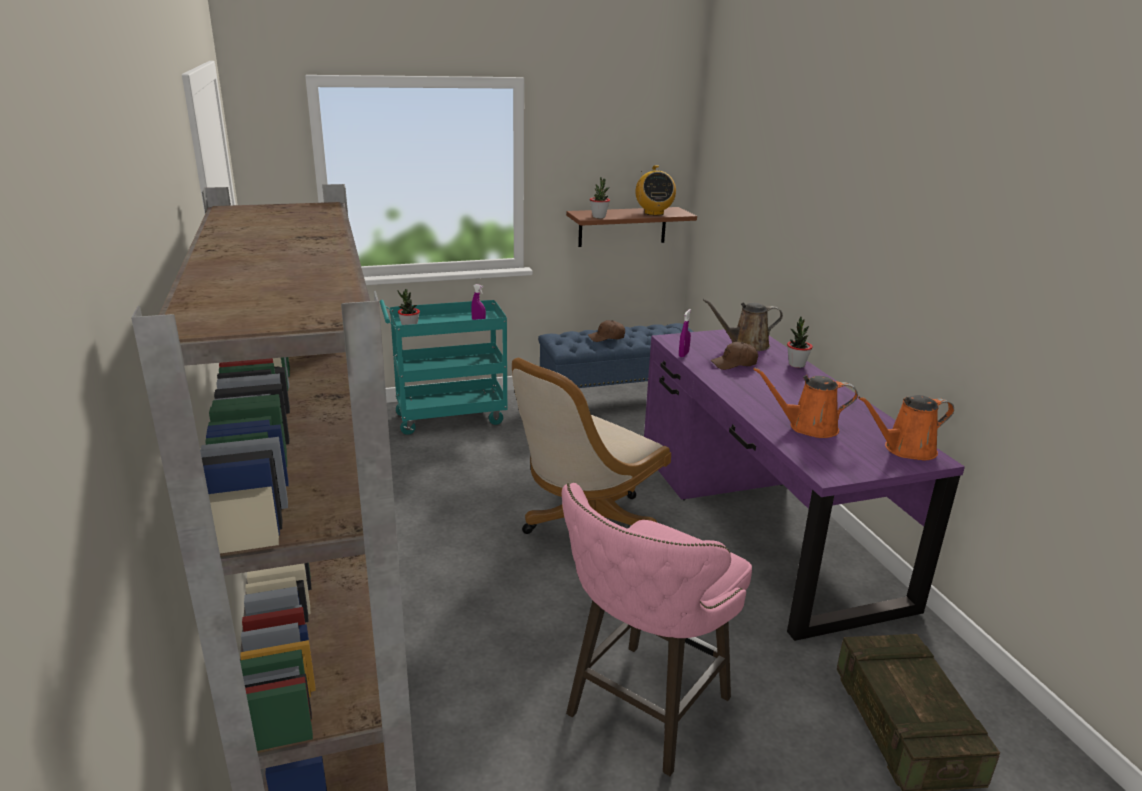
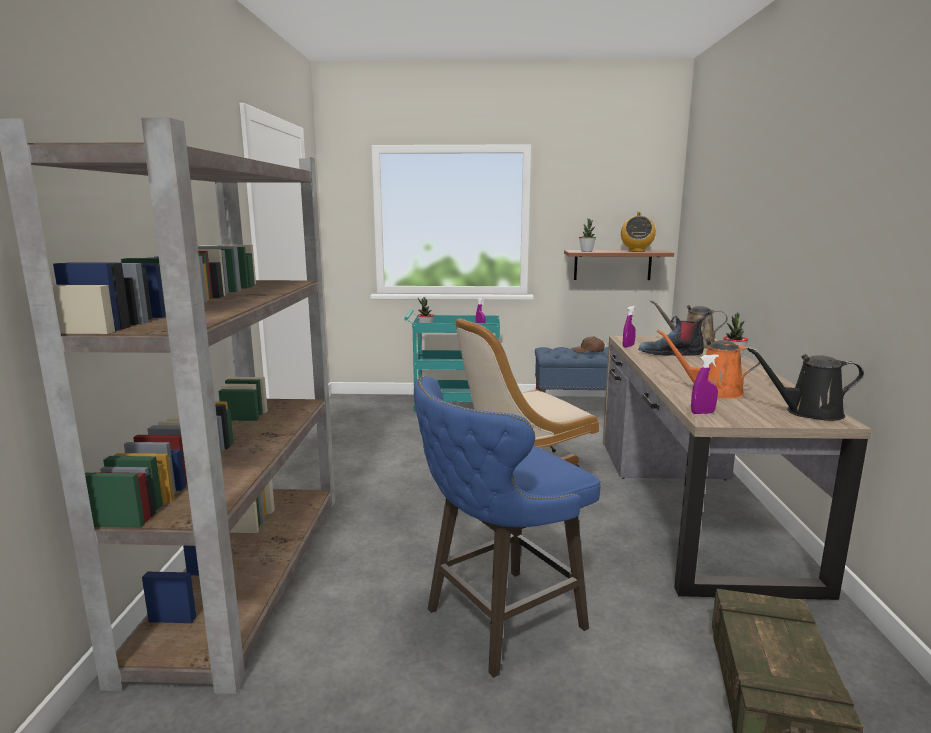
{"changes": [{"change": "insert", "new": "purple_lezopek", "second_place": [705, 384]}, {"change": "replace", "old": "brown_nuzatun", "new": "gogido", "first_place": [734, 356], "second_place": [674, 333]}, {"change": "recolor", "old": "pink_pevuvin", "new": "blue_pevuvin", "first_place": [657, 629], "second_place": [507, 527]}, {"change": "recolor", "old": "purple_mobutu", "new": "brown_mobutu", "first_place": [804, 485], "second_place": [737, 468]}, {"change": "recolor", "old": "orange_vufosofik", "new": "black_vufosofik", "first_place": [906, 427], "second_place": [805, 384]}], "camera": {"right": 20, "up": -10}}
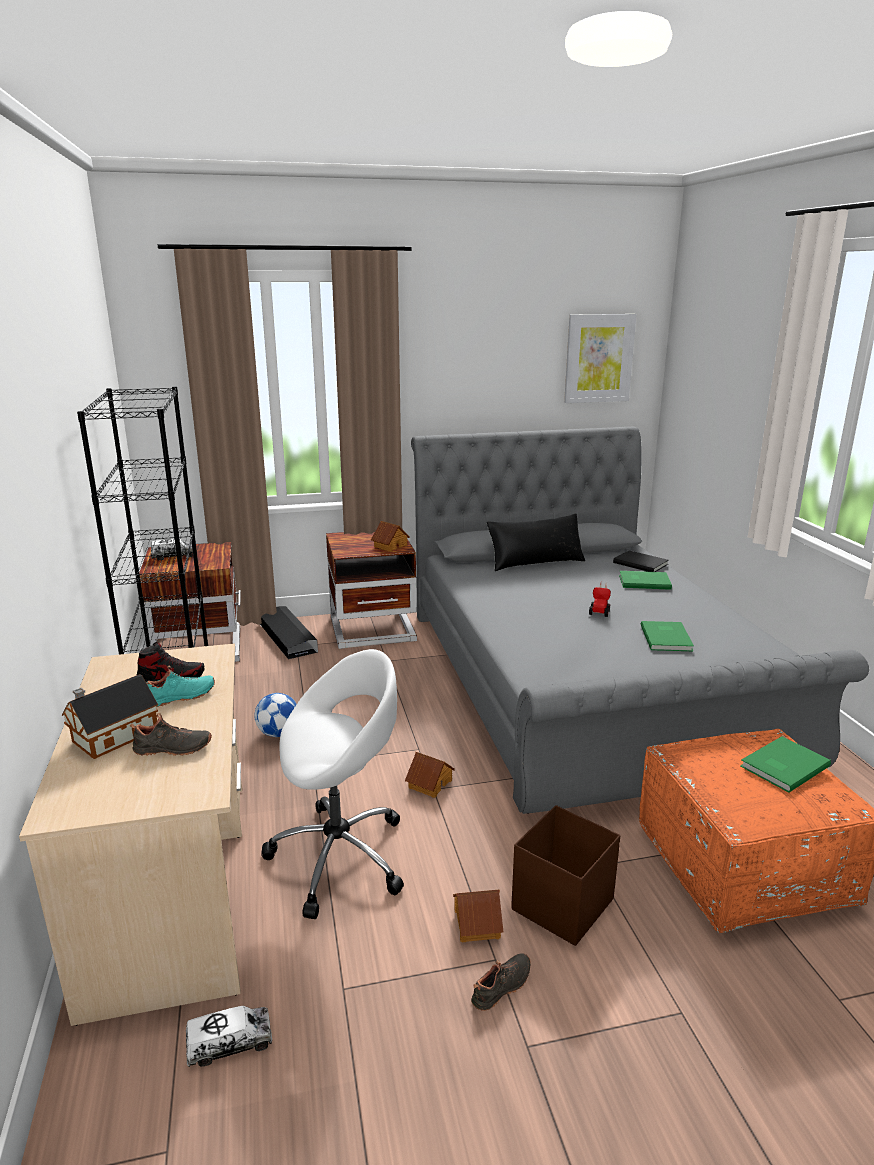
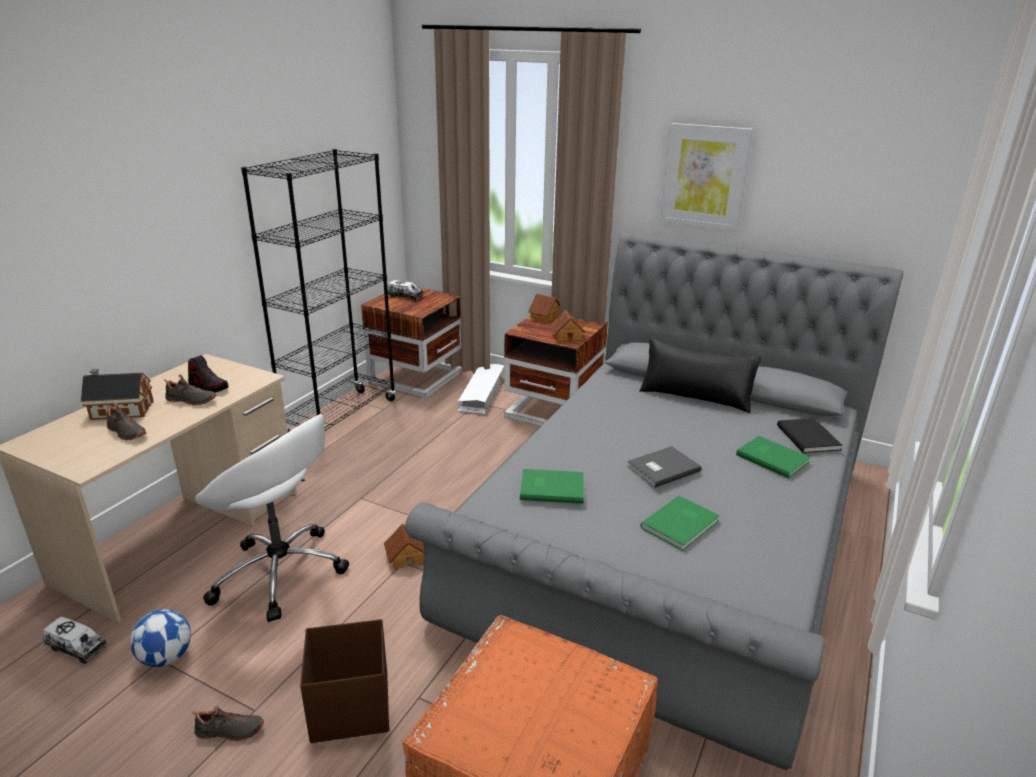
{"changes": [{"change": "move", "old": "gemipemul", "first_place": [276, 715], "second_place": [160, 638]}, {"change": "move", "old": "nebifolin", "first_place": [478, 915], "second_place": [544, 308]}, {"change": "move", "old": "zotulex", "first_place": [600, 358], "second_place": [706, 177]}, {"change": "move", "old": "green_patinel", "first_place": [785, 764], "second_place": [552, 486]}, {"change": "replace", "old": "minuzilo", "new": "grey_patinel", "first_place": [600, 600], "second_place": [664, 467]}, {"change": "recolor", "old": "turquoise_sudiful", "new": "black_sudiful", "first_place": [180, 686], "second_place": [190, 389]}, {"change": "recolor", "old": "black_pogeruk", "new": "white_pogeruk", "first_place": [289, 632], "second_place": [481, 389]}], "camera": {"right": 40, "up": 5}}
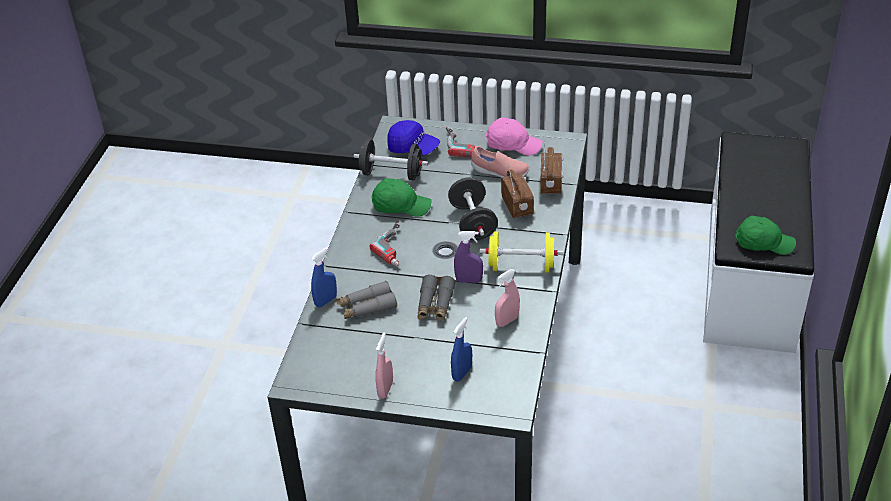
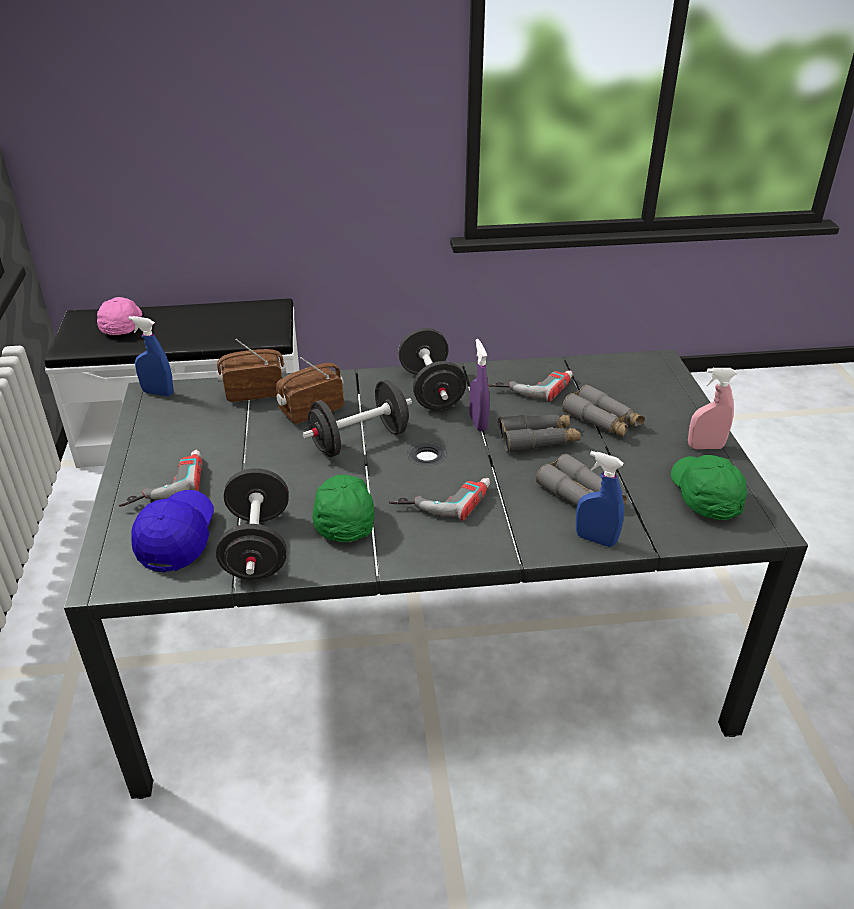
{"changes": [{"change": "delete", "old": "pink_sudiful", "first_place": [500, 162]}, {"change": "insert", "new": "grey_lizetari", "second_place": [603, 410]}, {"change": "move", "old": "blue_lezopek", "first_place": [461, 349], "second_place": [151, 356]}, {"change": "move", "old": "pink_nuzatun", "first_place": [514, 136], "second_place": [119, 316]}, {"change": "move", "old": "green_nuzatun", "first_place": [766, 235], "second_place": [709, 487]}, {"change": "replace", "old": "pink_lezopek", "new": "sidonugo", "first_place": [507, 298], "second_place": [530, 385]}, {"change": "recolor", "old": "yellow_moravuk", "new": "black_moravuk", "first_place": [521, 251], "second_place": [432, 369]}], "camera": {"right": -110, "up": -5}}
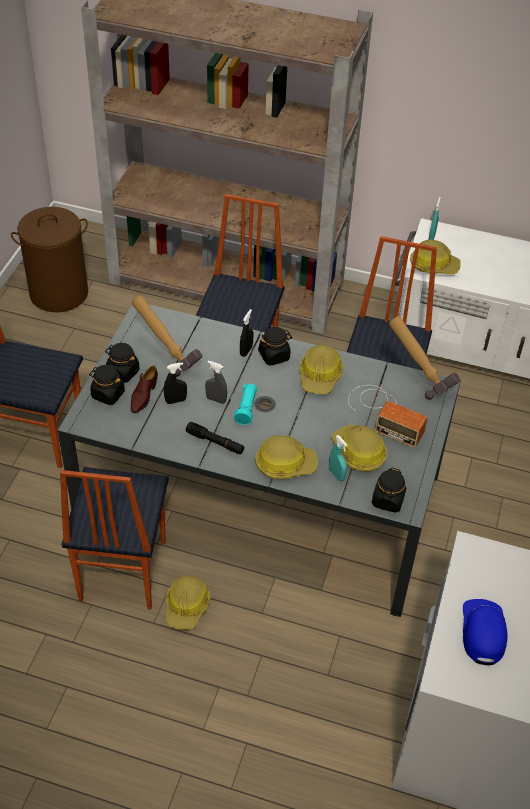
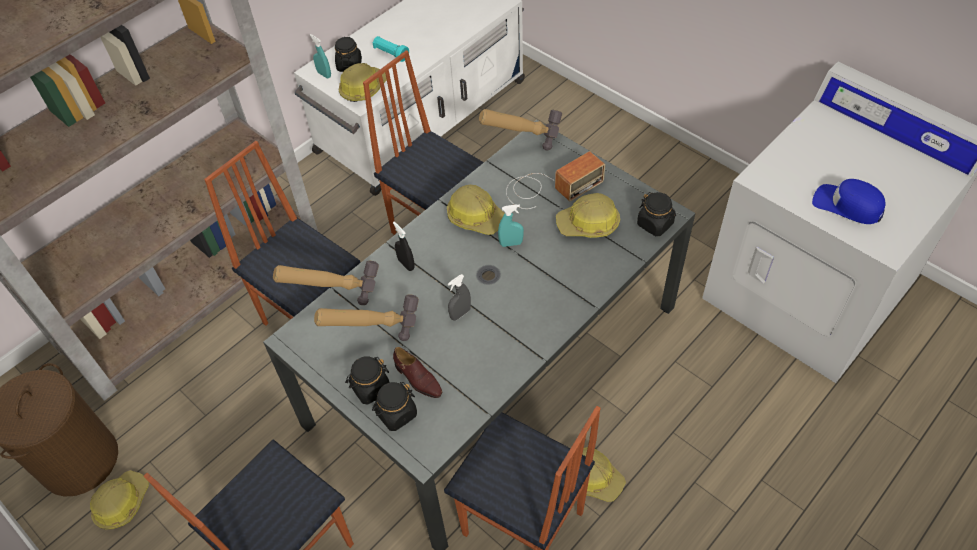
{"changes": [{"change": "delete", "old": "black_lezopek", "first_place": [175, 383]}, {"change": "delete", "old": "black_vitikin", "first_place": [215, 438]}, {"change": "insert", "new": "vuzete", "second_place": [326, 283]}, {"change": "move", "old": "turquoise_vitikin", "first_place": [245, 404], "second_place": [390, 49]}, {"change": "move", "old": "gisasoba", "first_place": [286, 457], "second_place": [119, 500]}, {"change": "move", "old": "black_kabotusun", "first_place": [275, 346], "second_place": [348, 54]}, {"change": "move", "old": "turquoise_lezopek", "first_place": [338, 458], "second_place": [511, 225]}], "camera": {"right": -60, "up": 5}}
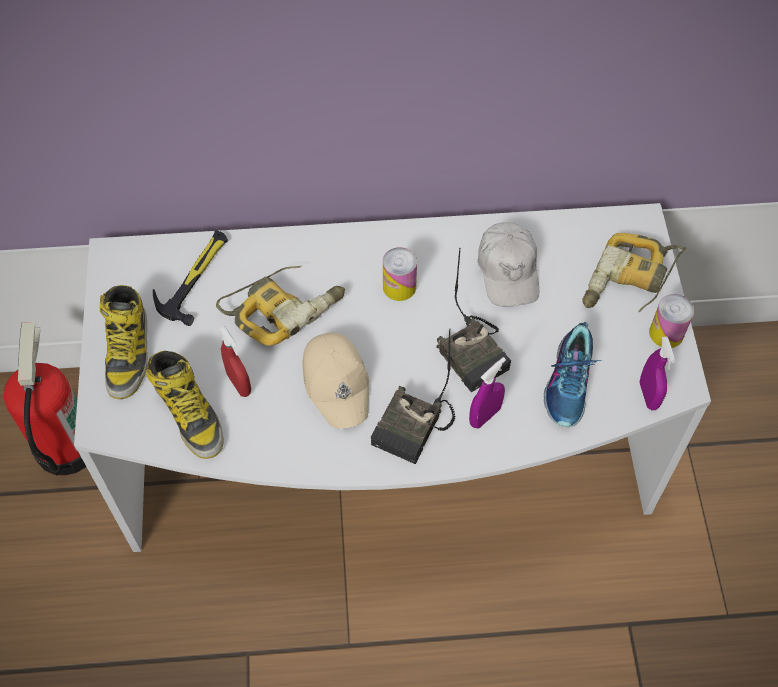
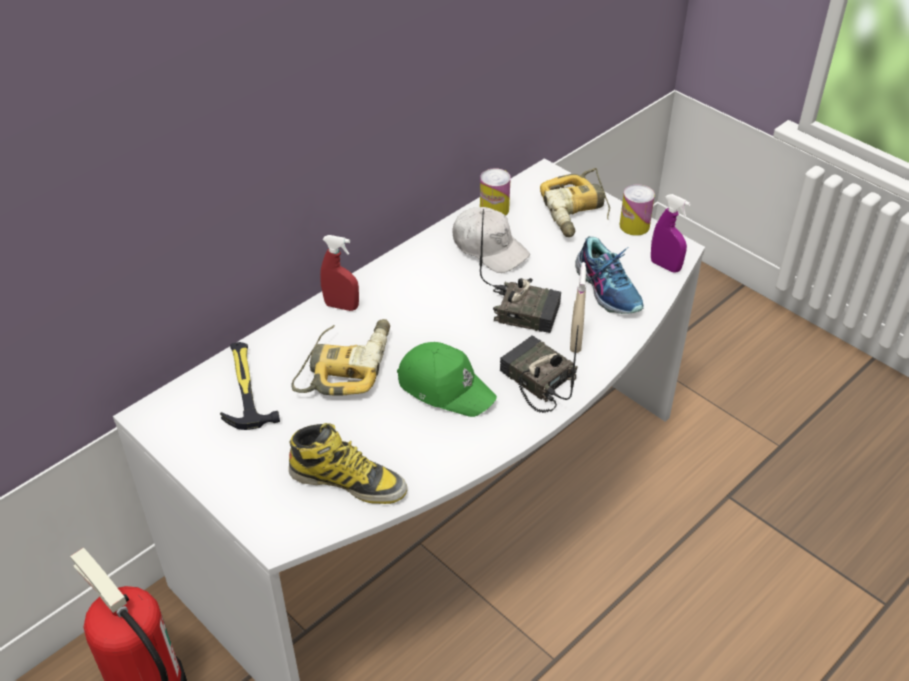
{"changes": [{"change": "delete", "old": "gogido", "first_place": [124, 342]}, {"change": "move", "old": "red_lezopek", "first_place": [235, 361], "second_place": [339, 273]}, {"change": "move", "old": "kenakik", "first_place": [400, 274], "second_place": [495, 192]}, {"change": "recolor", "old": "beige_nuzatun", "new": "green_nuzatun", "first_place": [336, 380], "second_place": [447, 379]}, {"change": "recolor", "old": "purple_lezopek", "new": "beige_lezopek", "first_place": [487, 392], "second_place": [578, 307]}, {"change": "rotate", "old": "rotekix", "first_place": [413, 396], "second_place": [539, 369], "degrees": 150}], "camera": {"right": -40, "up": -15}}
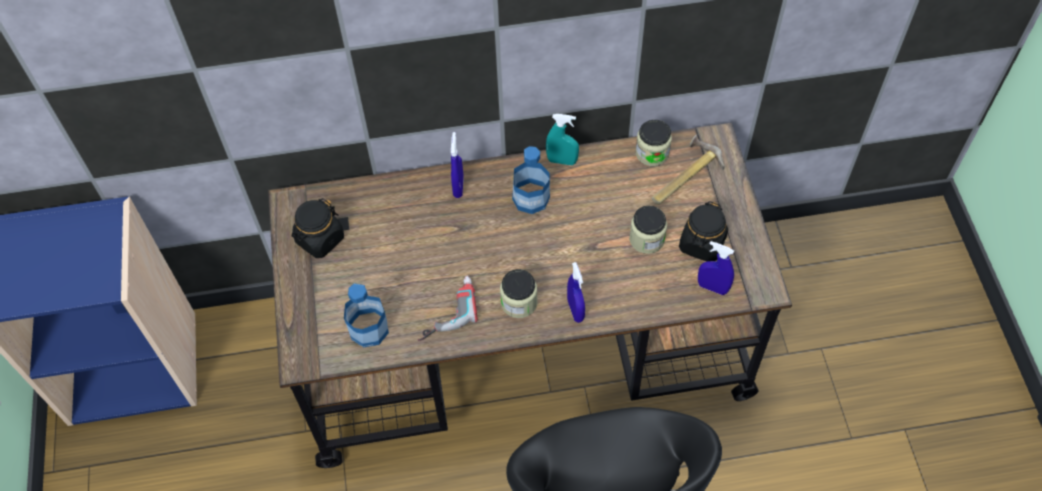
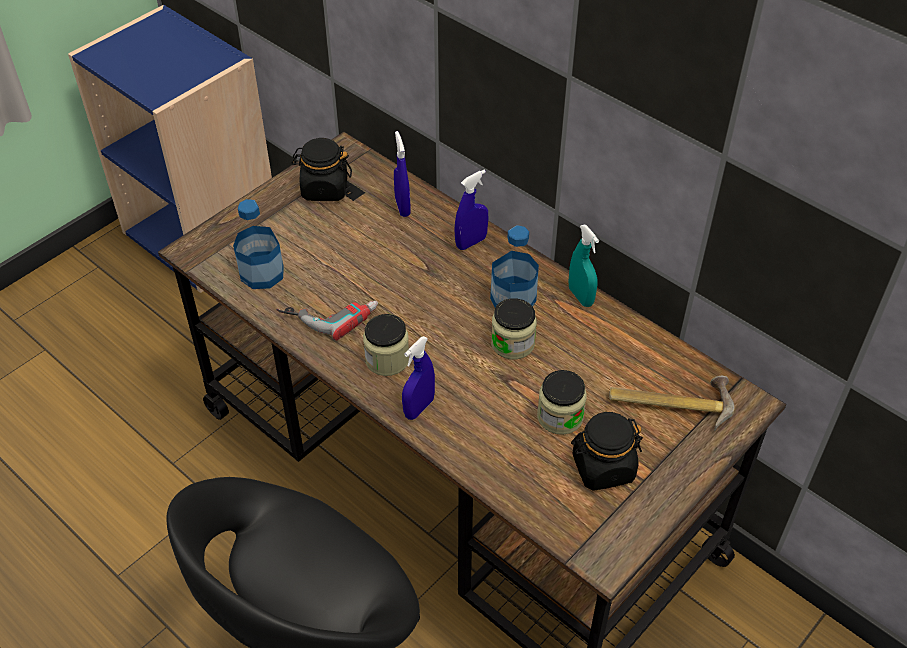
{"changes": [{"change": "move", "old": "kabotusun", "first_place": [654, 143], "second_place": [514, 328]}, {"change": "move", "old": "blue_lezopek", "first_place": [716, 268], "second_place": [402, 174]}], "camera": {"right": 50, "up": -10}}
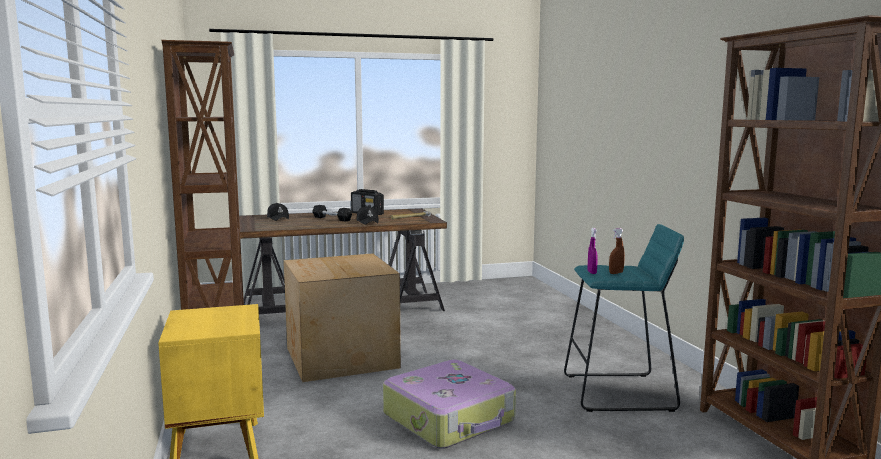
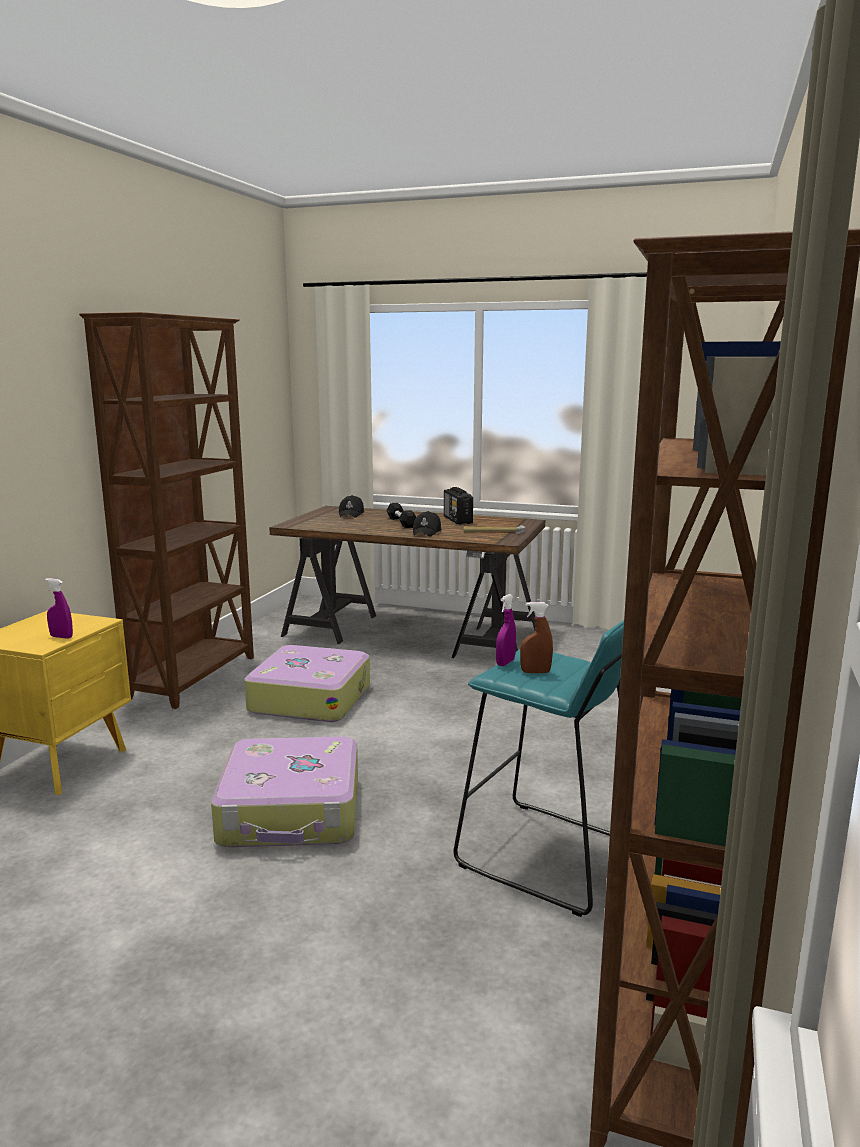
{"changes": [{"change": "insert", "new": "purple_lezopek", "second_place": [59, 608]}, {"change": "replace", "old": "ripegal", "new": "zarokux", "first_place": [342, 317], "second_place": [307, 683]}], "camera": {"right": 35, "up": 5}}
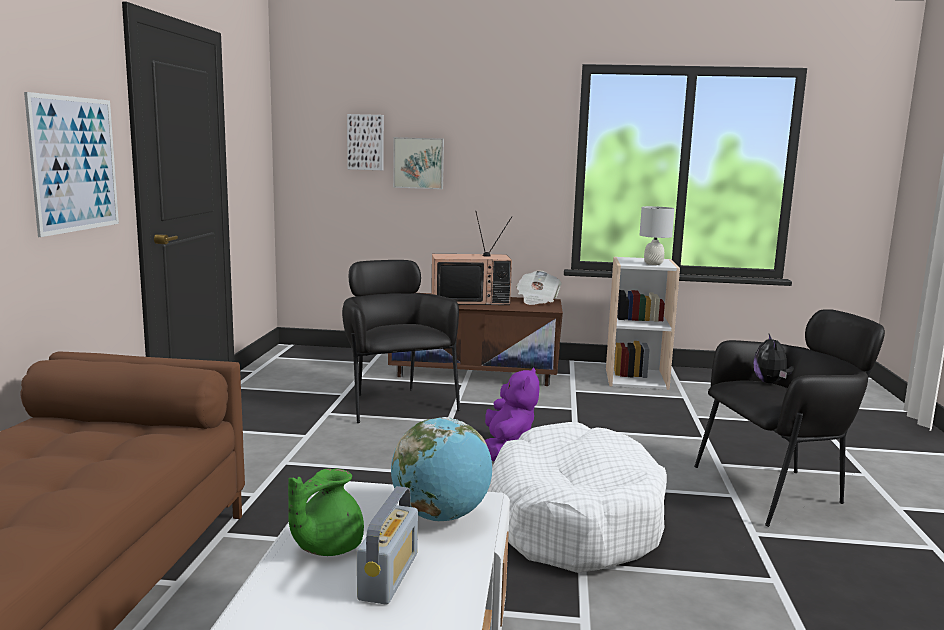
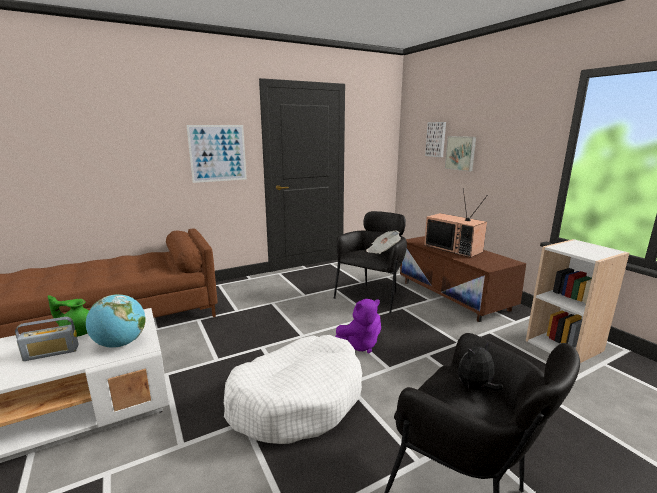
{"changes": [{"change": "delete", "old": "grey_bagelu", "first_place": [657, 235]}, {"change": "move", "old": "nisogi", "first_place": [539, 287], "second_place": [383, 242]}], "camera": {"right": 55, "up": 5}}
